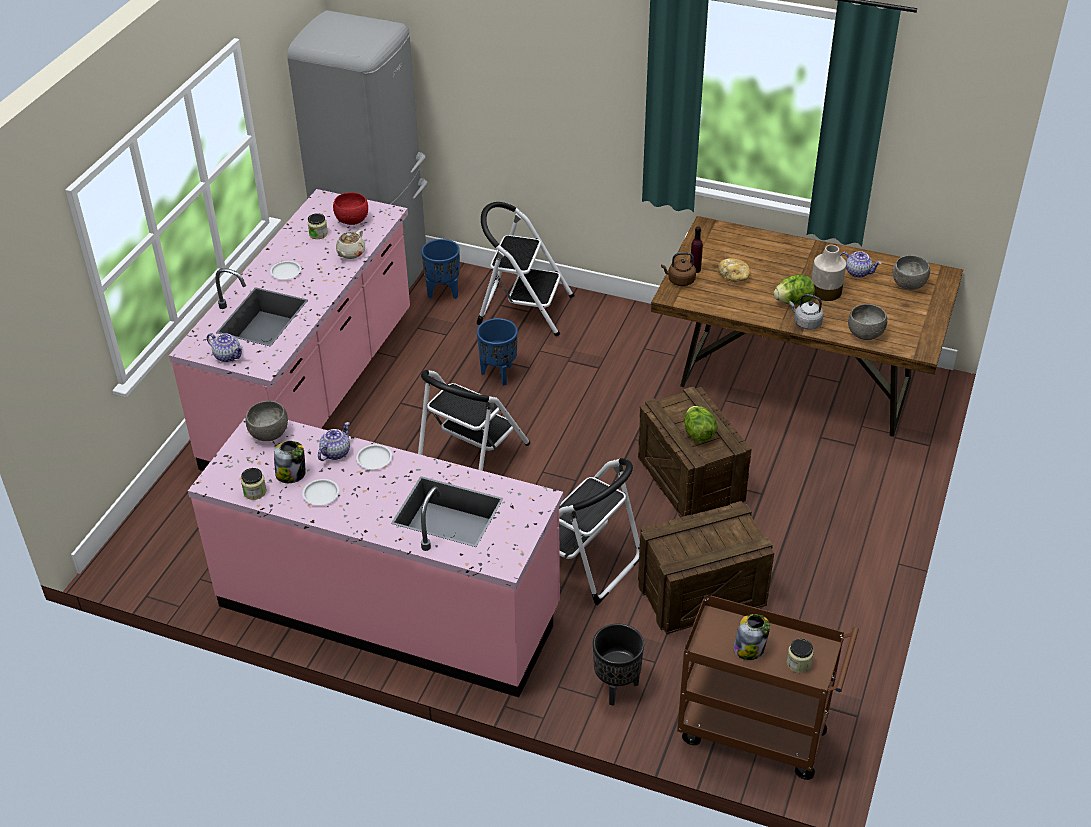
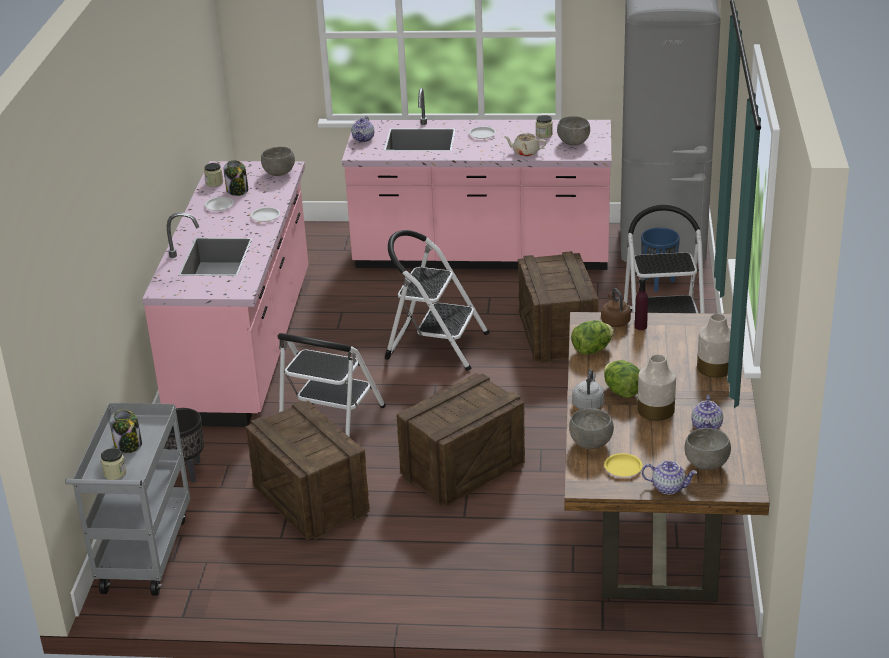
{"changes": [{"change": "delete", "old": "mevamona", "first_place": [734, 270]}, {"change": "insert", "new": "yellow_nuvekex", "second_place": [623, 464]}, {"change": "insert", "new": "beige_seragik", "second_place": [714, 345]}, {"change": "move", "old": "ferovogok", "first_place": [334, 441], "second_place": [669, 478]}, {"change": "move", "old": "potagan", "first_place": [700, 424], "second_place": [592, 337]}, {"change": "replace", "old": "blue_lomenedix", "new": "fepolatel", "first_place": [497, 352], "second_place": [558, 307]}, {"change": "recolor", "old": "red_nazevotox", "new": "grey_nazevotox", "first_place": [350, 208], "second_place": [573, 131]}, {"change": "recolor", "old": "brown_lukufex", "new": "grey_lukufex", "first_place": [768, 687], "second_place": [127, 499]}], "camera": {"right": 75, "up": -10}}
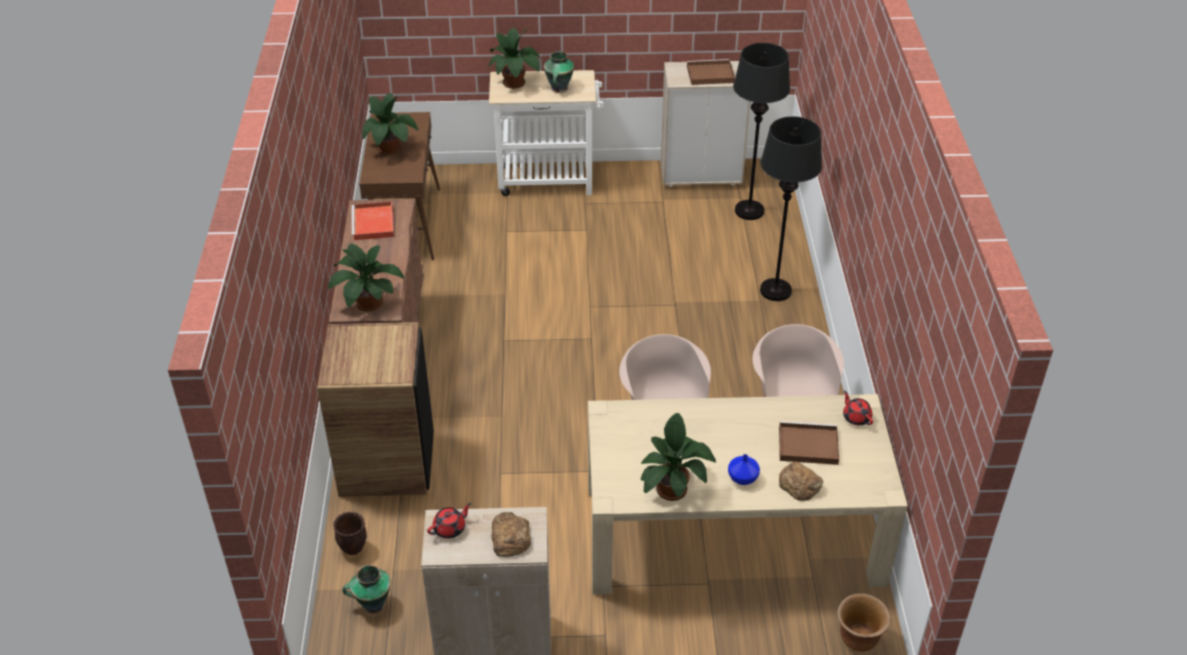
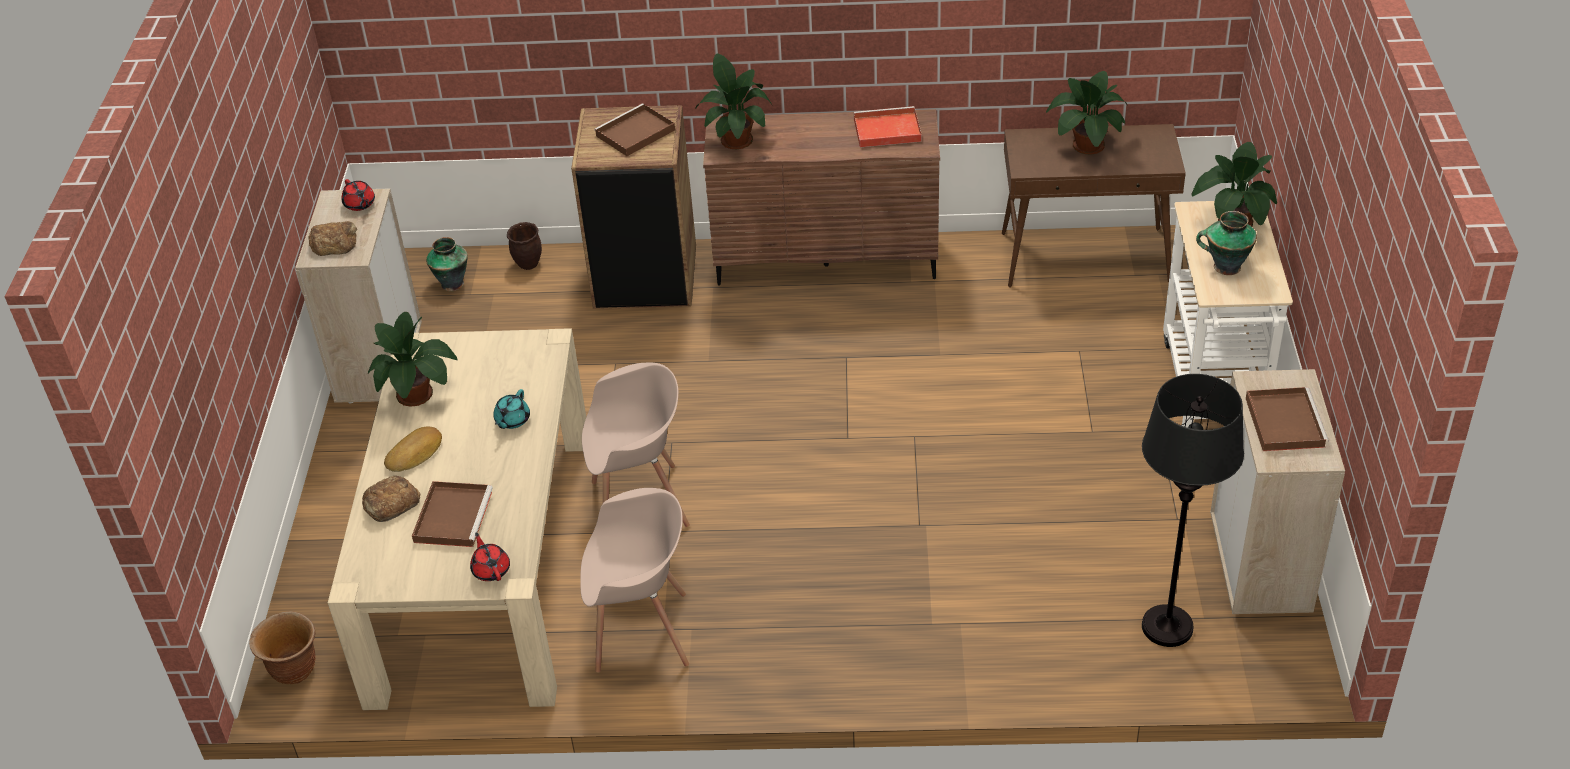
{"changes": [{"change": "delete", "old": "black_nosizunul", "first_place": [791, 208]}, {"change": "insert", "new": "turquoise_ferovogok", "second_place": [511, 409]}, {"change": "insert", "new": "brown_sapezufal", "second_place": [634, 129]}, {"change": "replace", "old": "blue_seragik", "new": "mevamona", "first_place": [744, 469], "second_place": [413, 449]}, {"change": "rotate", "old": "red_ferovogok", "first_place": [858, 408], "second_place": [490, 556], "degrees": -90}], "camera": {"right": 95, "up": 0}}
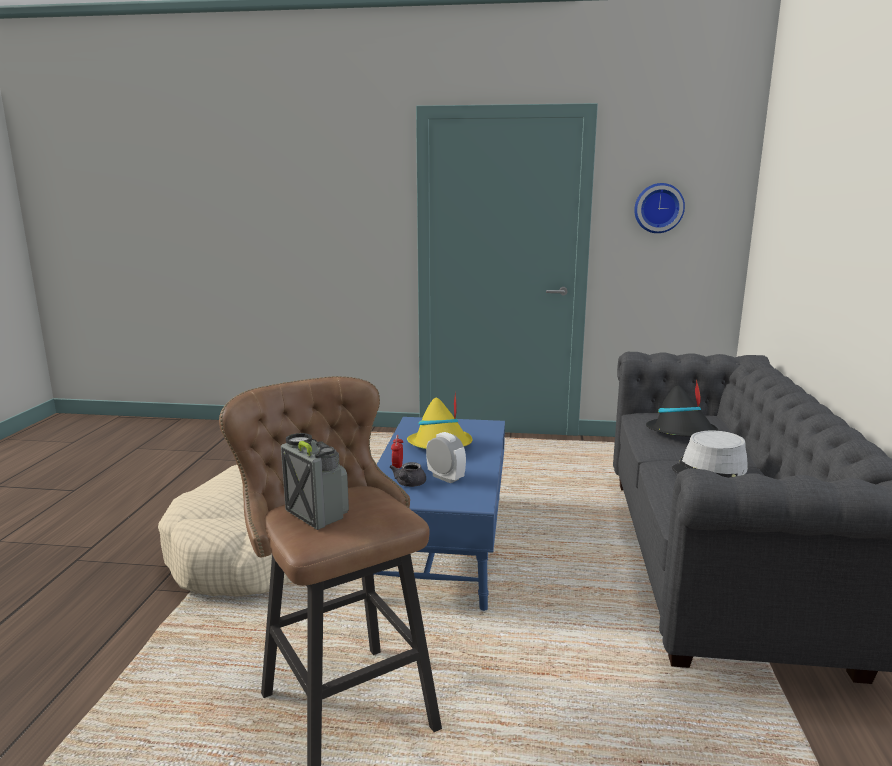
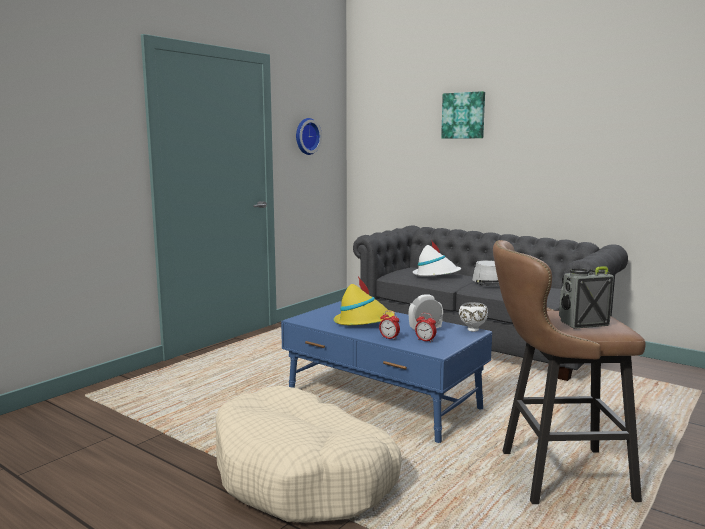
{"changes": [{"change": "insert", "new": "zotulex", "second_place": [463, 115]}, {"change": "insert", "new": "white_nazevotox", "second_place": [473, 317]}, {"change": "replace", "old": "grey_ferovogok", "new": "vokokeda", "first_place": [408, 474], "second_place": [425, 327]}, {"change": "recolor", "old": "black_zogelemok", "new": "white_zogelemok", "first_place": [682, 408], "second_place": [437, 258]}], "camera": {"right": -60, "up": -5}}
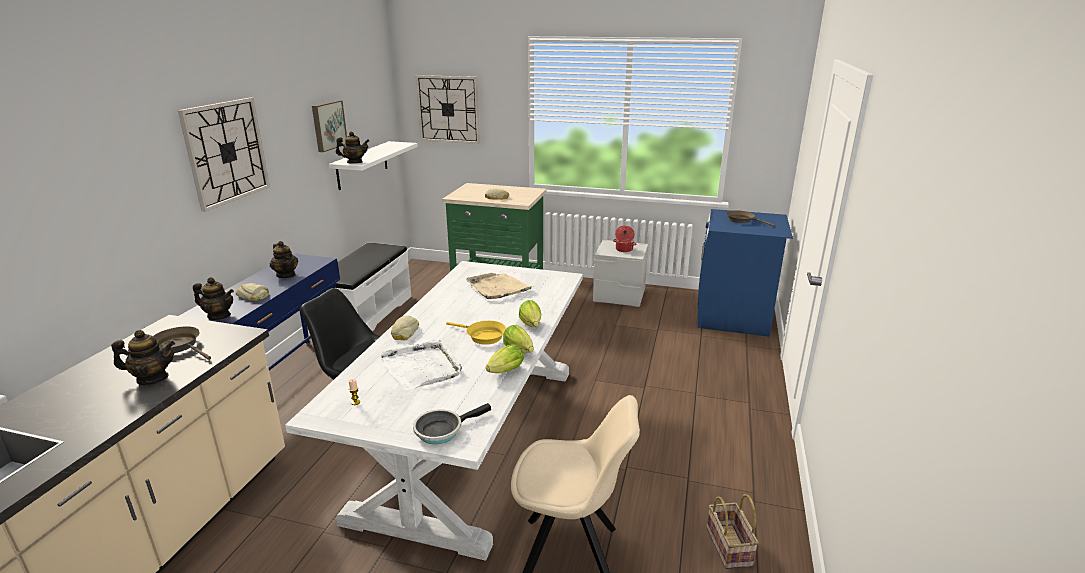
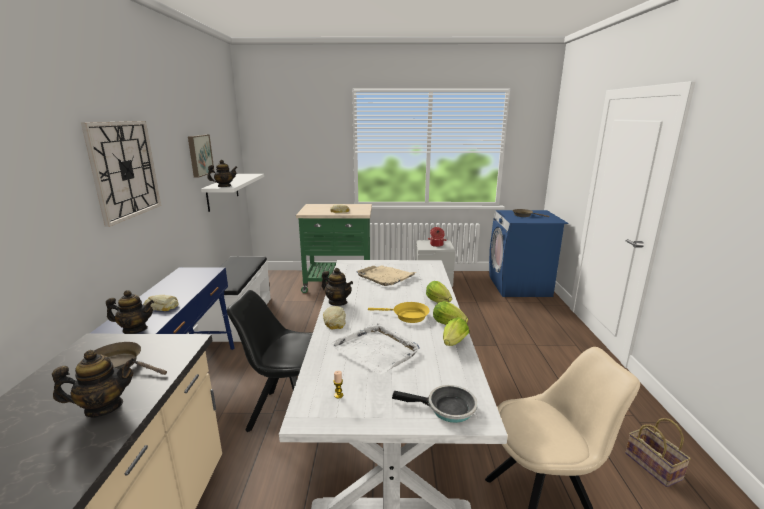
{"changes": [{"change": "delete", "old": "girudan", "first_place": [447, 109]}, {"change": "move", "old": "ferovogok", "first_place": [284, 259], "second_place": [337, 287]}, {"change": "rotate", "old": "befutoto", "first_place": [452, 423], "second_place": [434, 404], "degrees": -120}], "camera": {"right": -15, "up": -5}}
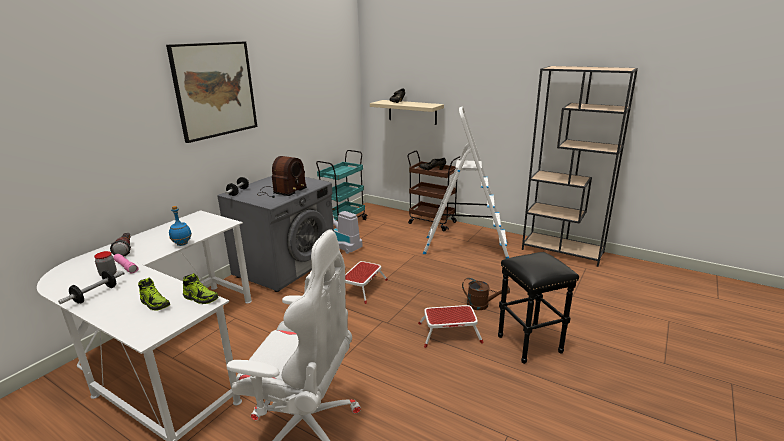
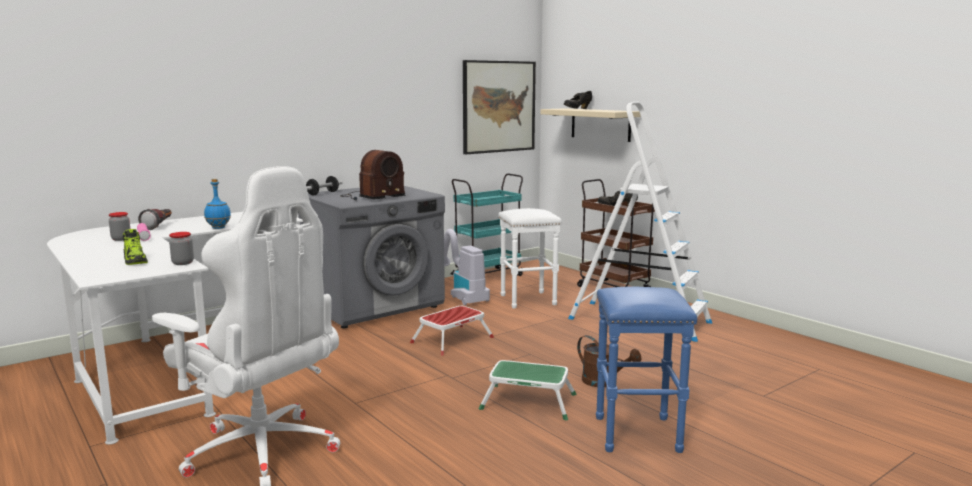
{"changes": [{"change": "delete", "old": "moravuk", "first_place": [91, 287]}, {"change": "delete", "old": "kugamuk", "first_place": [580, 166]}, {"change": "insert", "new": "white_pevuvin", "second_place": [530, 258]}, {"change": "move", "old": "zotulex", "first_place": [211, 92], "second_place": [499, 107]}, {"change": "replace", "old": "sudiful", "new": "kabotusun", "first_place": [200, 288], "second_place": [181, 248]}, {"change": "recolor", "old": "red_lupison", "new": "green_lupison", "first_place": [451, 326], "second_place": [528, 390]}, {"change": "recolor", "old": "black_pevuvin", "new": "blue_pevuvin", "first_place": [538, 308], "second_place": [646, 369]}], "camera": {"right": 20, "up": -10}}
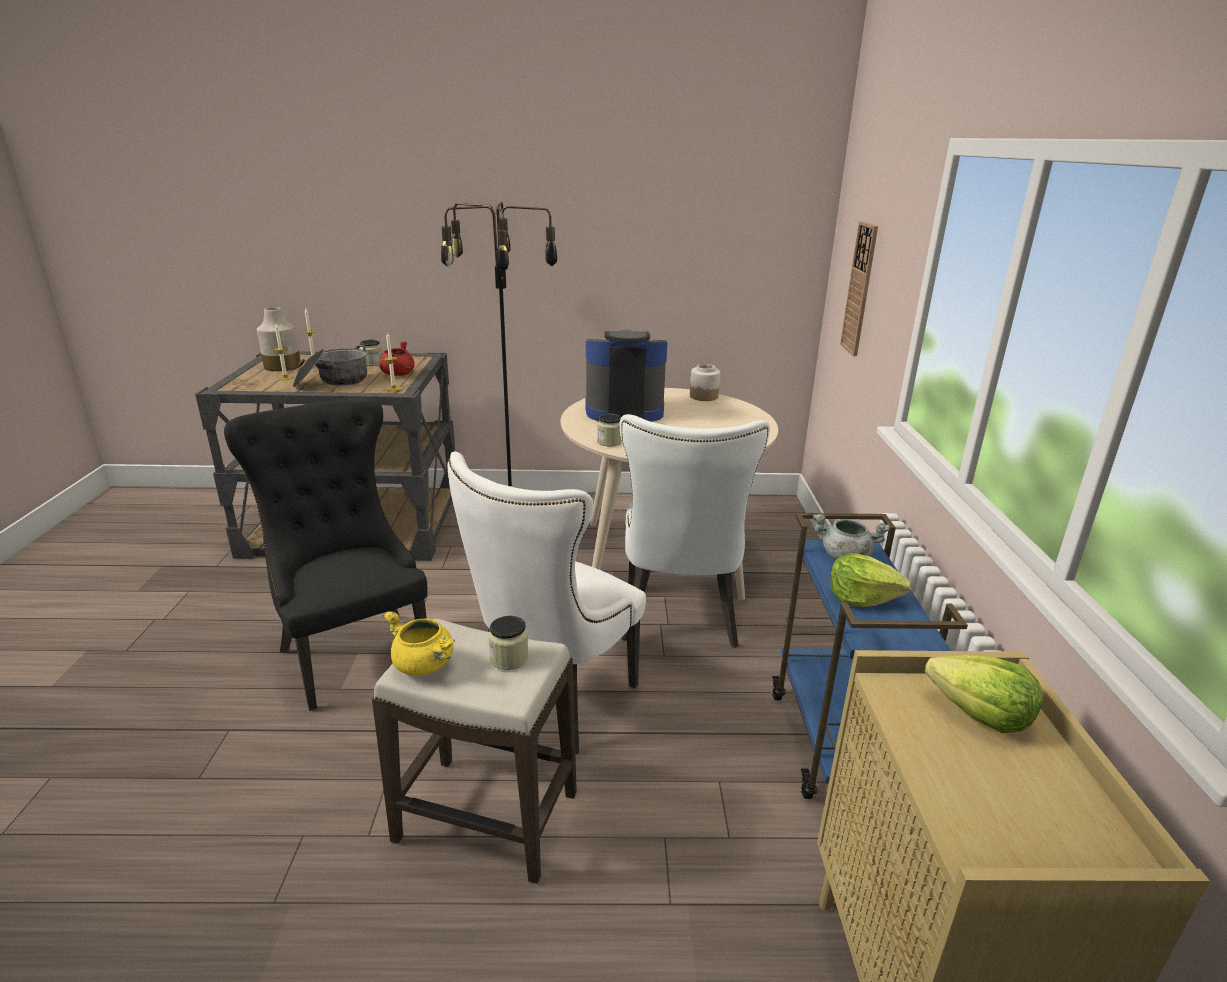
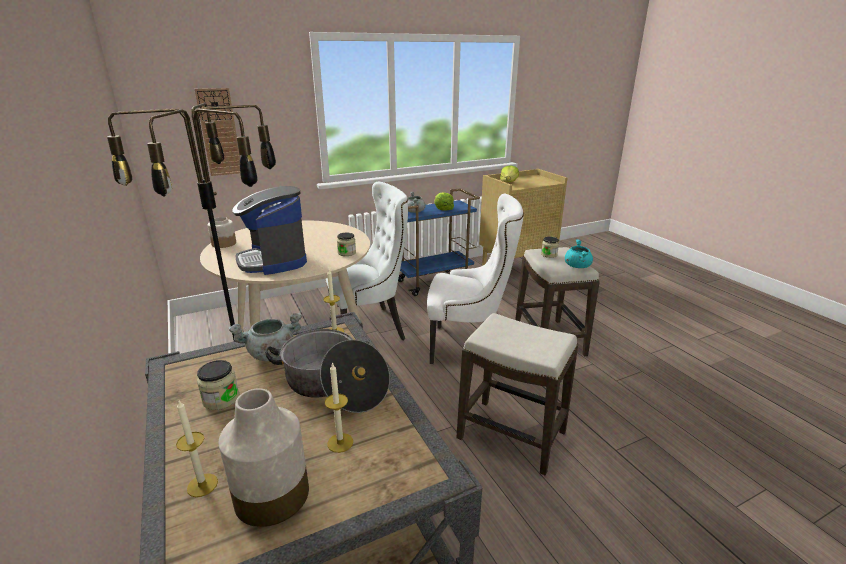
{"changes": [{"change": "replace", "old": "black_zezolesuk", "new": "pevuvin", "first_place": [325, 554], "second_place": [517, 394]}, {"change": "recolor", "old": "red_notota", "new": "grey_notota", "first_place": [397, 358], "second_place": [265, 336]}, {"change": "recolor", "old": "yellow_notota", "new": "turquoise_notota", "first_place": [419, 643], "second_place": [579, 253]}], "camera": {"right": -115, "up": 0}}
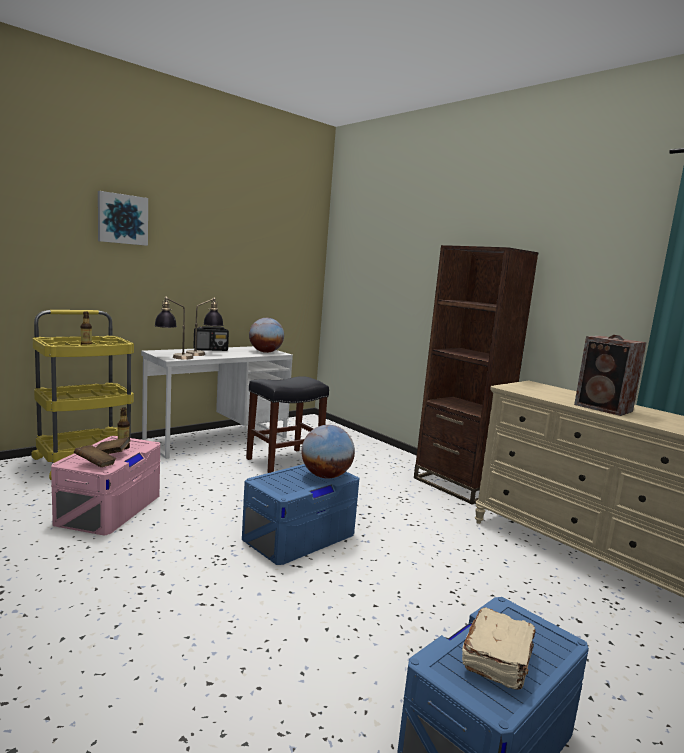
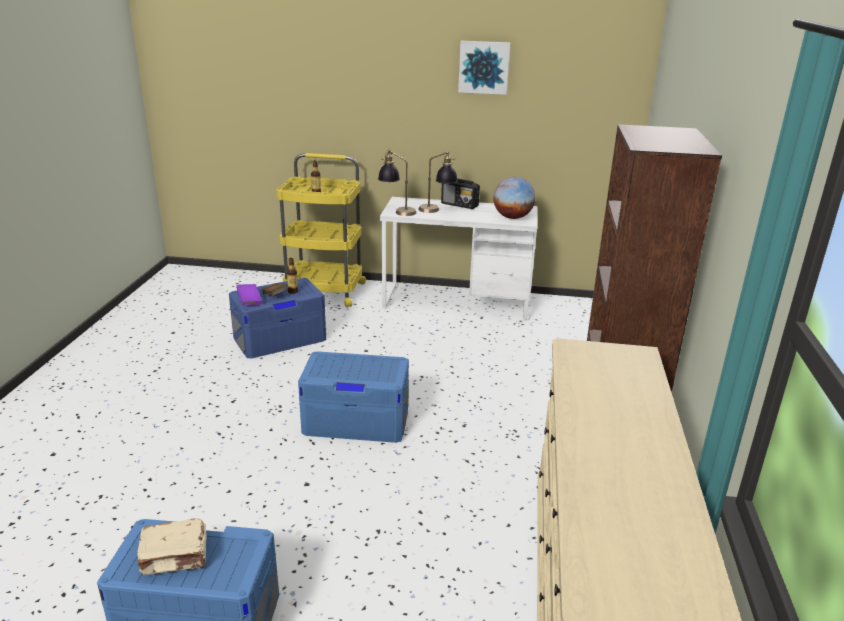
{"changes": [{"change": "delete", "old": "black_pevuvin", "first_place": [287, 424]}, {"change": "delete", "old": "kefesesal", "first_place": [328, 451]}, {"change": "delete", "old": "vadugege", "first_place": [610, 375]}, {"change": "move", "old": "zotulex", "first_place": [123, 218], "second_place": [484, 68]}, {"change": "recolor", "old": "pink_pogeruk", "new": "blue_pogeruk", "first_place": [105, 486], "second_place": [277, 318]}, {"change": "recolor", "old": "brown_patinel", "new": "purple_patinel", "first_place": [95, 456], "second_place": [249, 294]}], "camera": {"right": 50, "up": 15}}
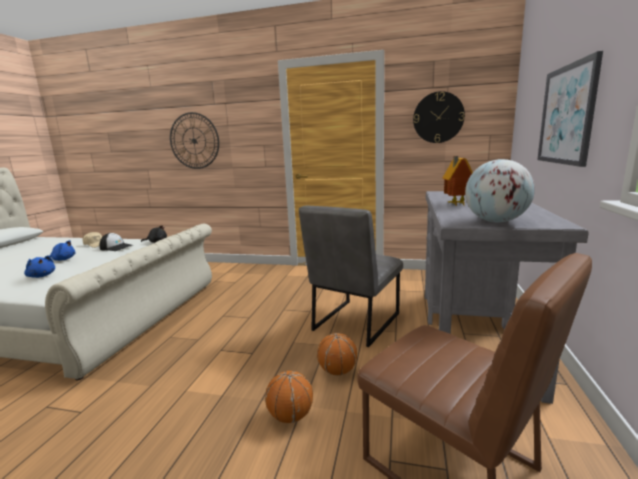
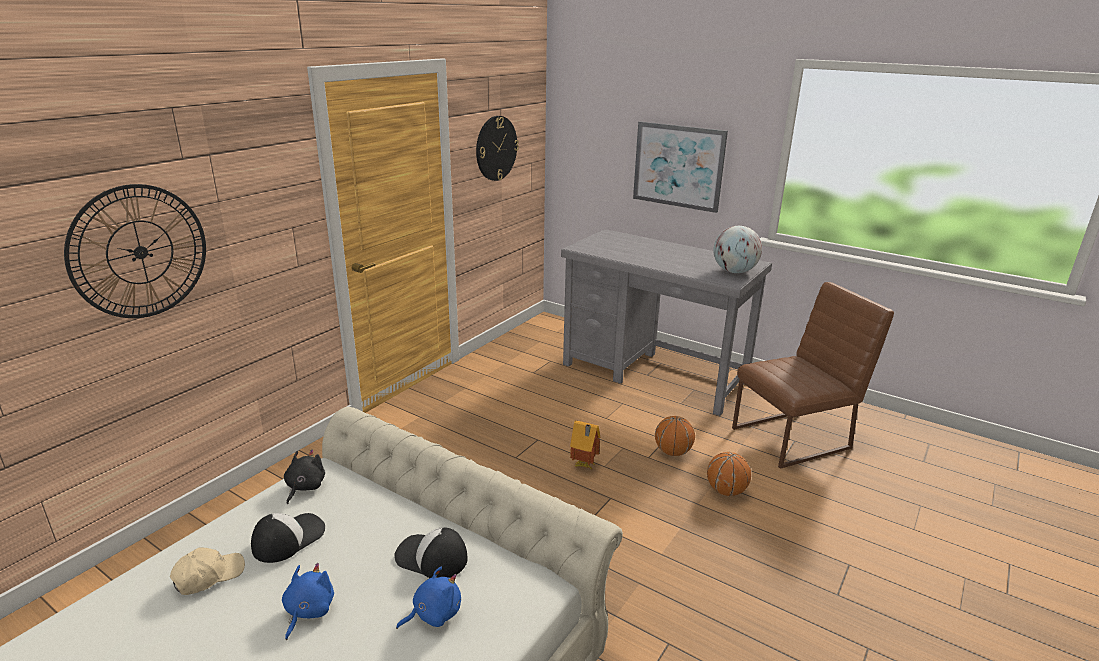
{"changes": [{"change": "delete", "old": "grey_zezolesuk", "first_place": [351, 276]}, {"change": "insert", "new": "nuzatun", "second_place": [431, 552]}, {"change": "move", "old": "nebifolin", "first_place": [458, 181], "second_place": [585, 444]}], "camera": {"right": -70, "up": 10}}
